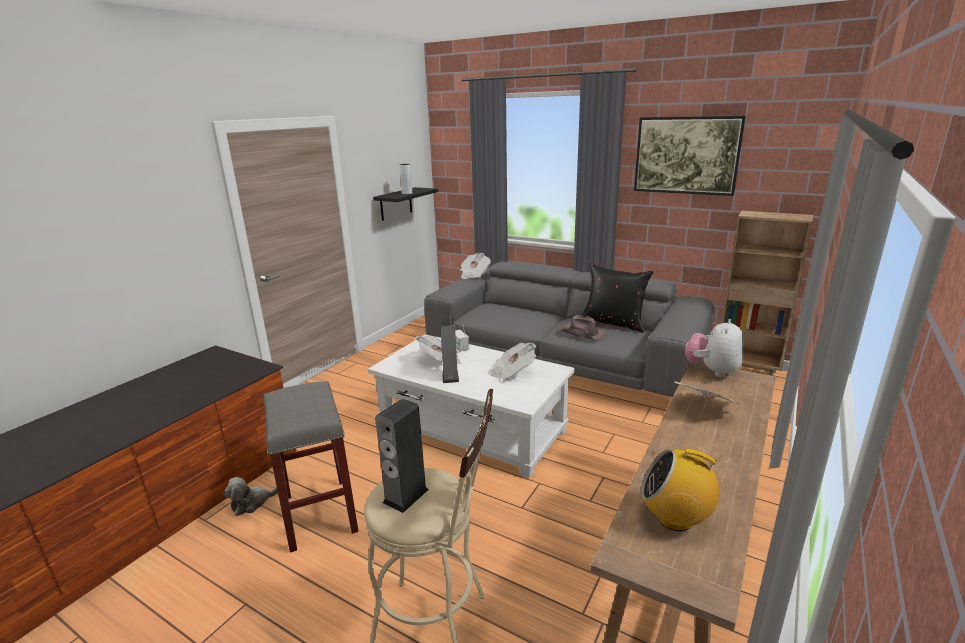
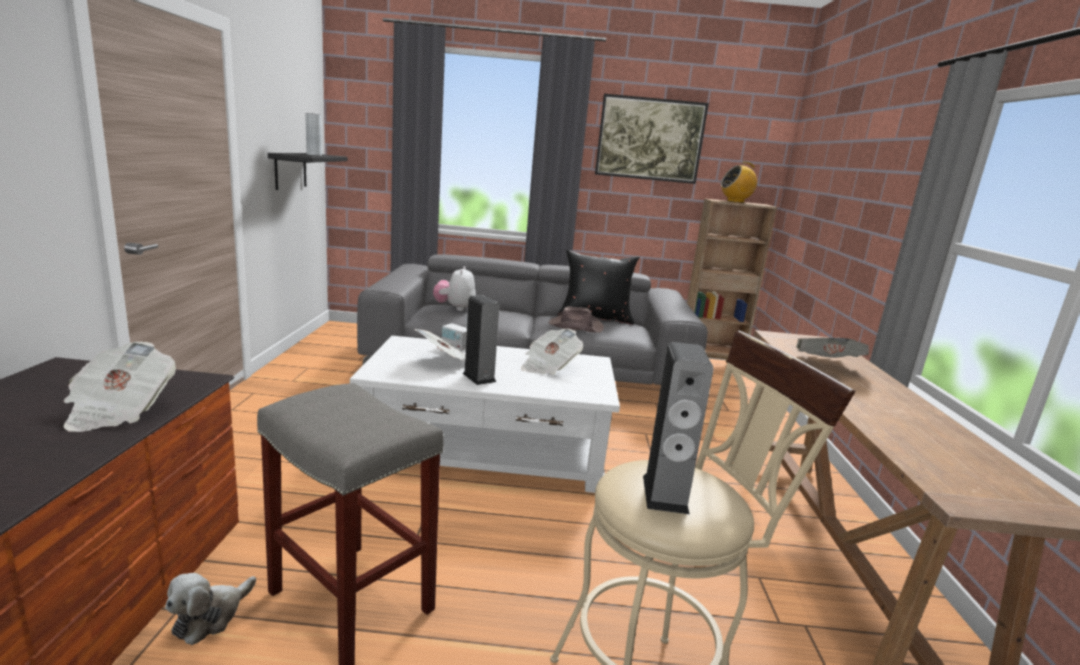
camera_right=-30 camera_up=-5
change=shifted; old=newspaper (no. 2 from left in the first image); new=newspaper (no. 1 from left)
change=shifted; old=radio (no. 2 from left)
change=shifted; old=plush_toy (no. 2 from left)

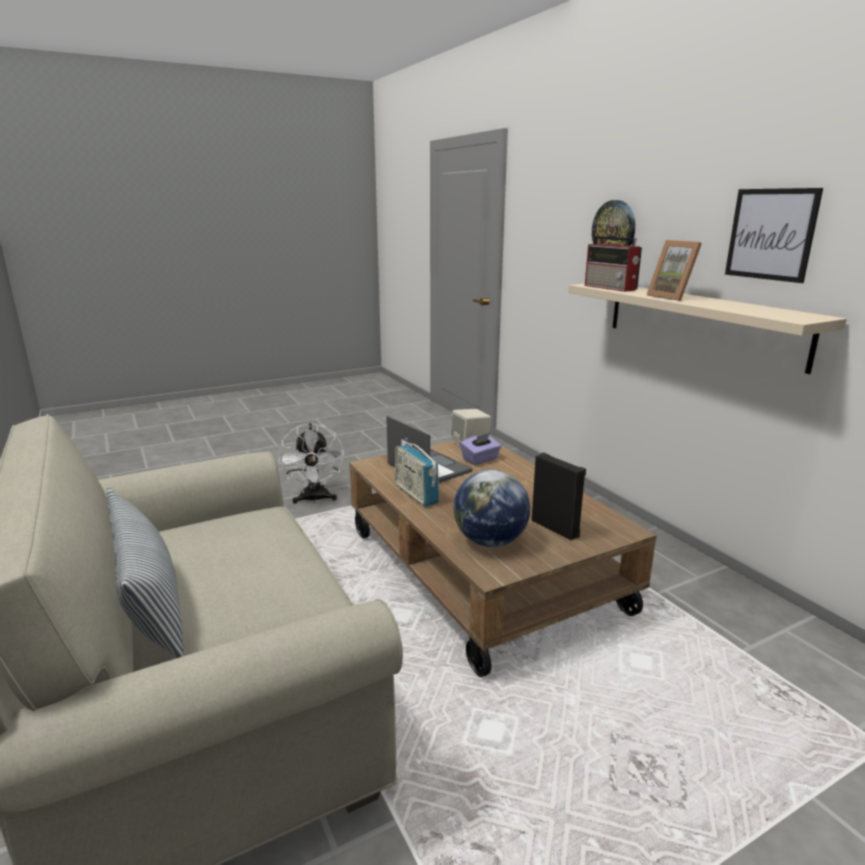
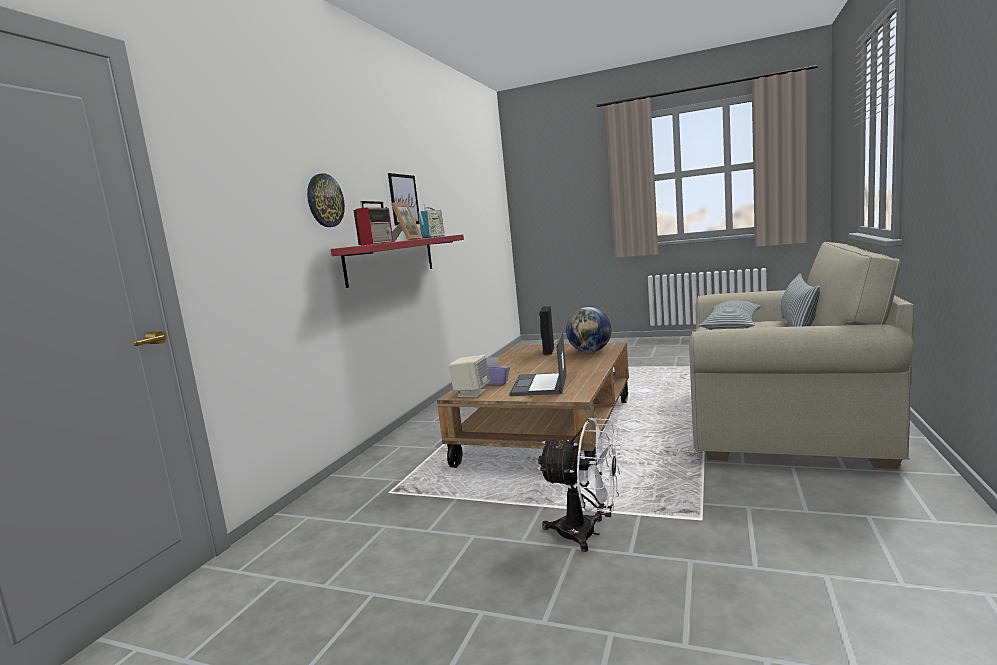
camera_right=-130 camera_up=-10
change=new; new=pillow (no. 1 from left)
change=shifted; old=radio (no. 1 from left in the first image); new=radio (no. 2 from left)
change=repainted; old=beige_shelf; new=red_shelf
change=rotated; old=white_fan; degrees=75

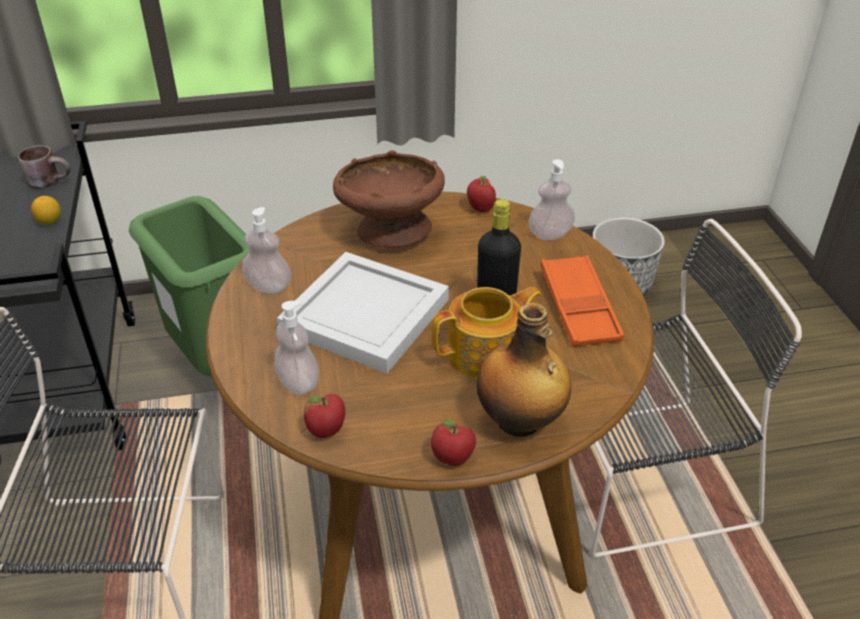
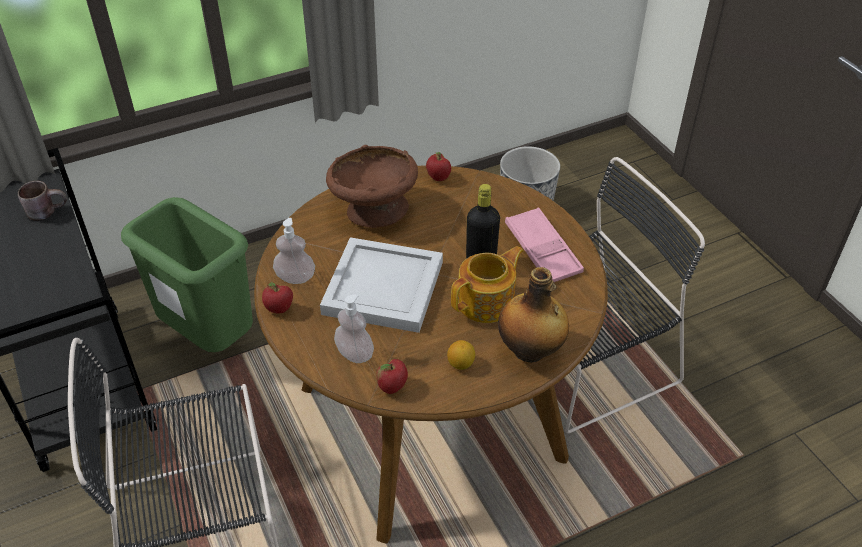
camera_right=-15 camera_up=5
change=gone; old=soap_dispenser (no. 3 from left)
change=shifted; old=lemon
change=shifted; old=apple (no. 2 from left in the first image); new=apple (no. 1 from left)
change=repainted; old=orange_tray; new=pink_tray

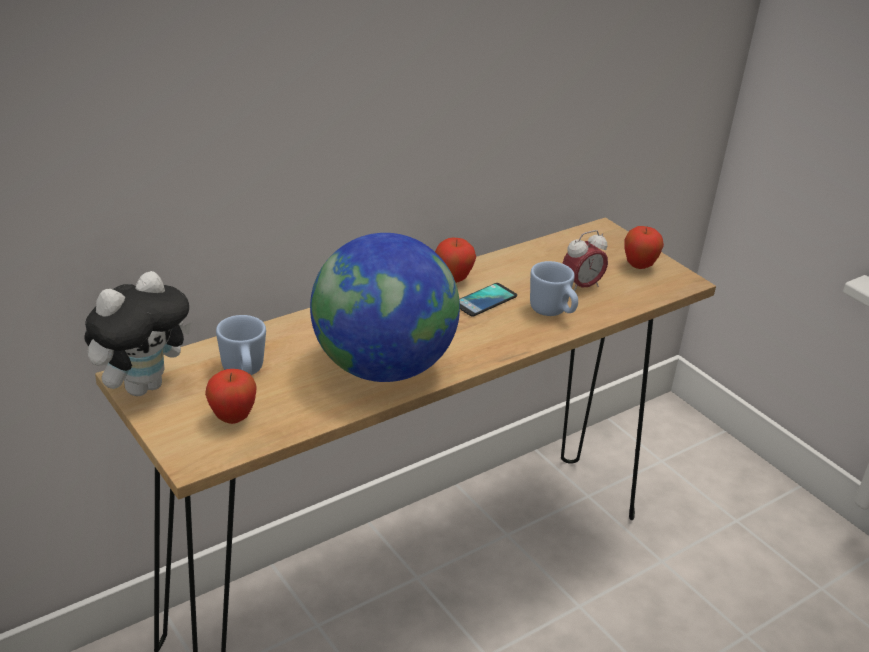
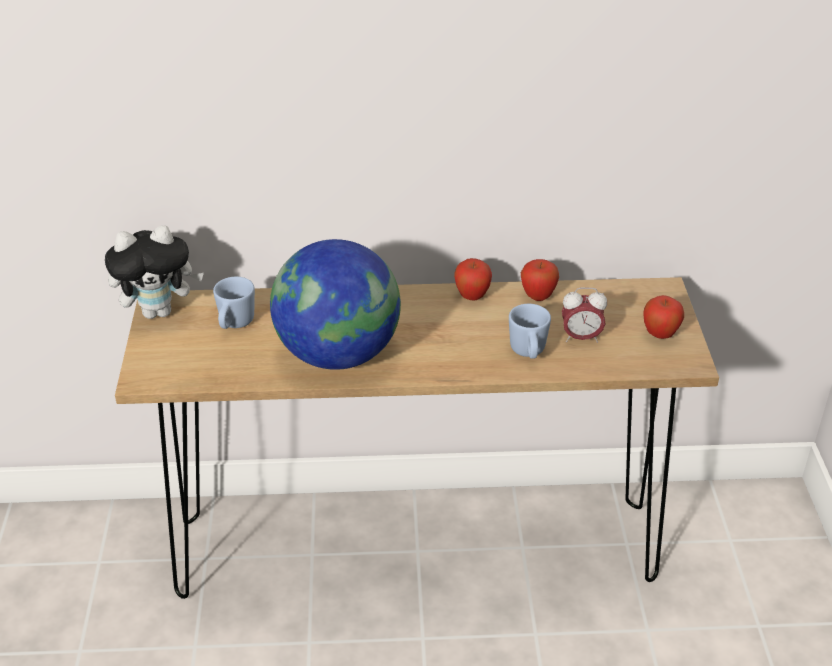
camera_right=35 camera_up=5
change=gone; old=phone
change=shifted; old=apple (no. 1 from left in the first image); new=apple (no. 2 from left)

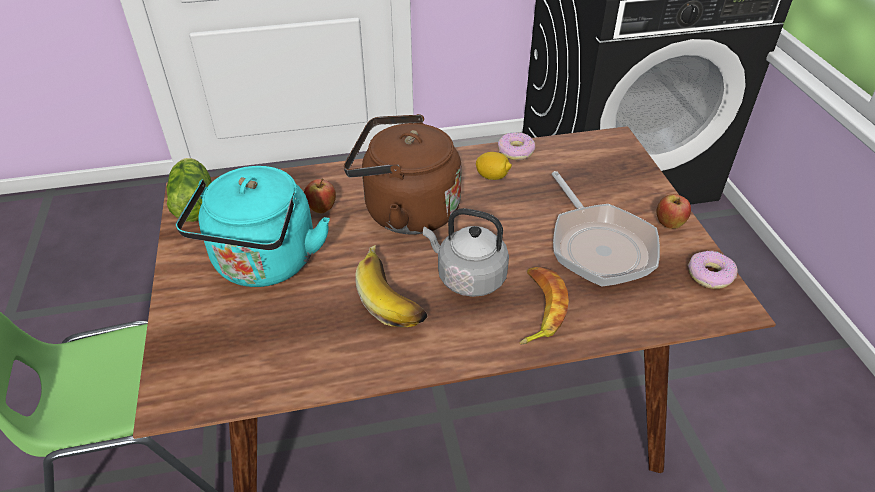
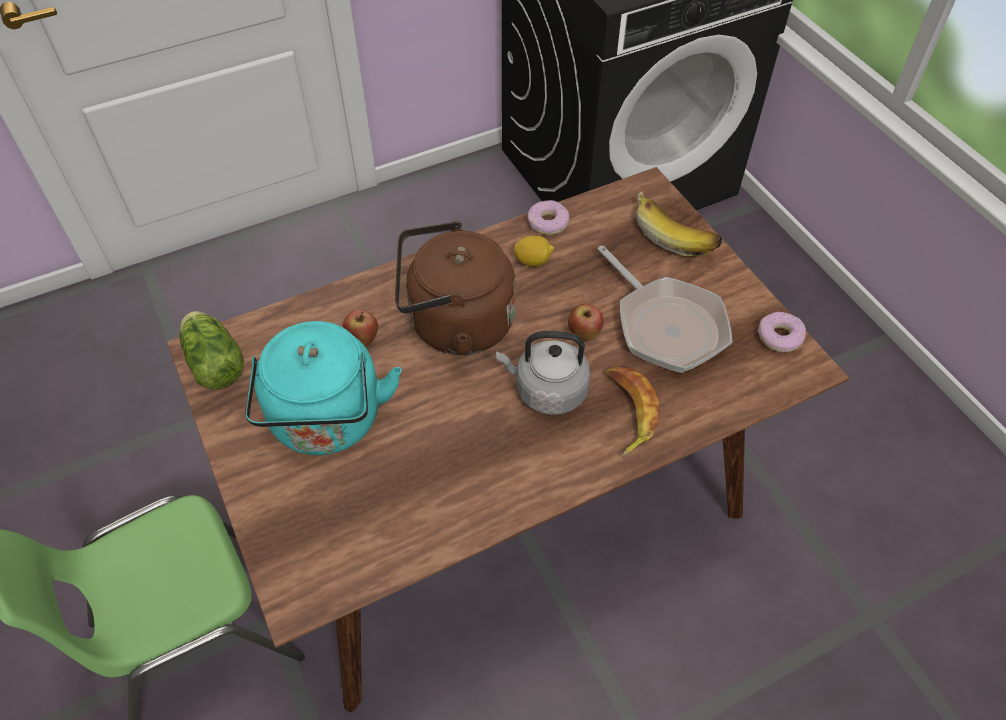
camera_right=-15 camera_up=10
change=shifted; old=banana (no. 1 from left in the first image); new=banana (no. 2 from left)
change=shifted; old=apple (no. 2 from left)

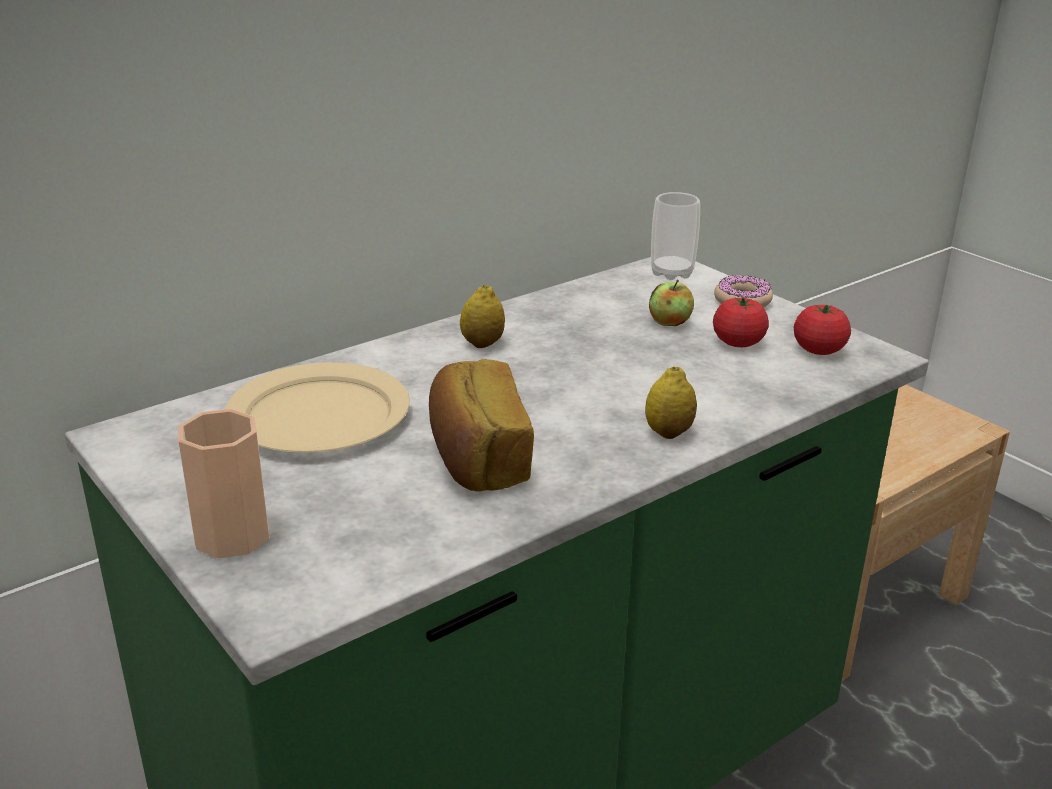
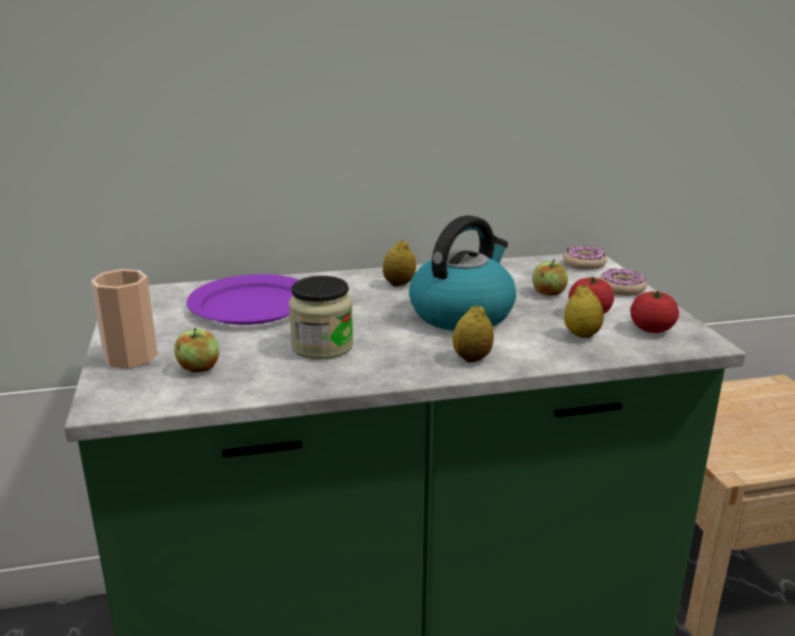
camera_right=25 camera_up=-5
change=new; new=apple (no. 1 from left)
change=new; new=kettle
change=new; new=lemon (no. 3 from left)
change=swapped; old=bread; new=jar
change=swapped; old=cup (no. 2 from left); new=donut (no. 1 from left)
change=repainted; old=beige_plate; new=purple_plate

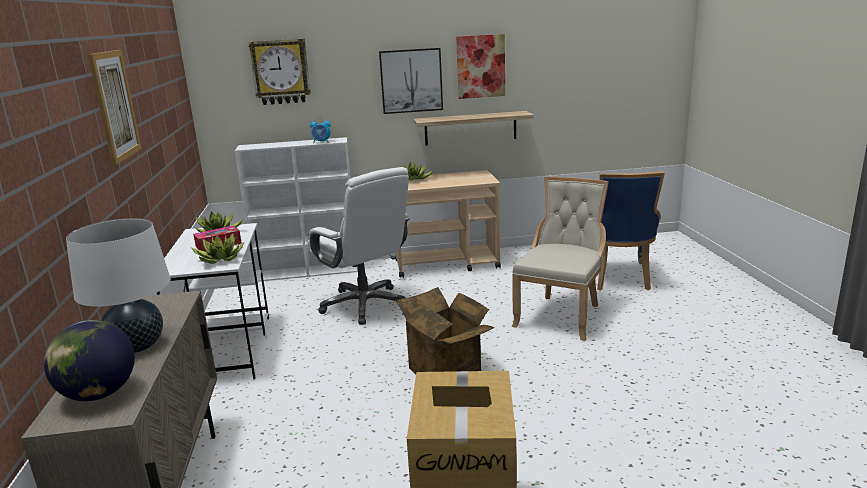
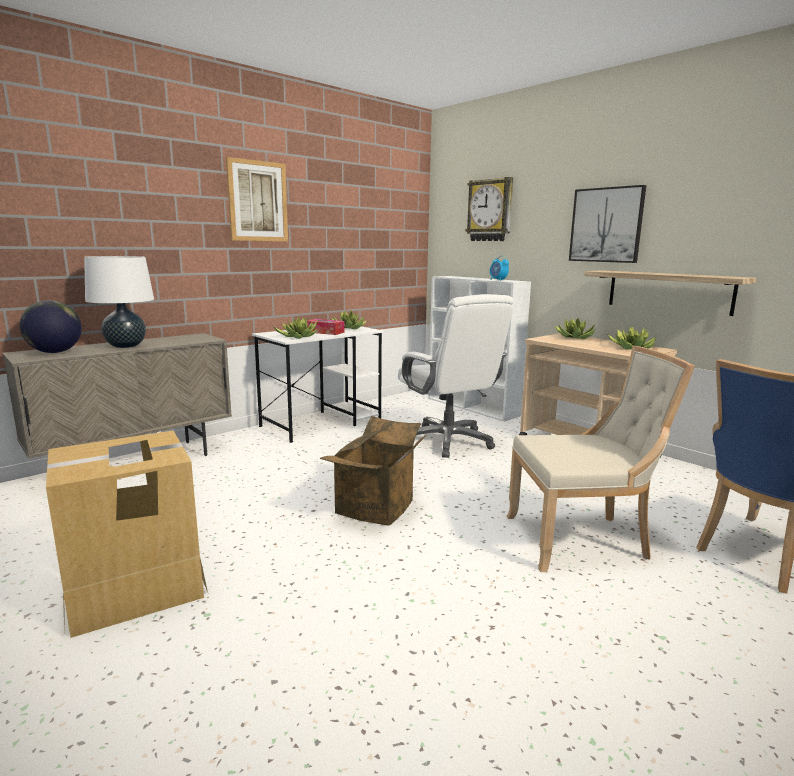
camera_right=55 camera_up=-5
change=gone; old=picture (no. 3 from left)
change=new; new=potted_plant (no. 4 from left)
change=rotated; old=white_office_chair; degrees=-45

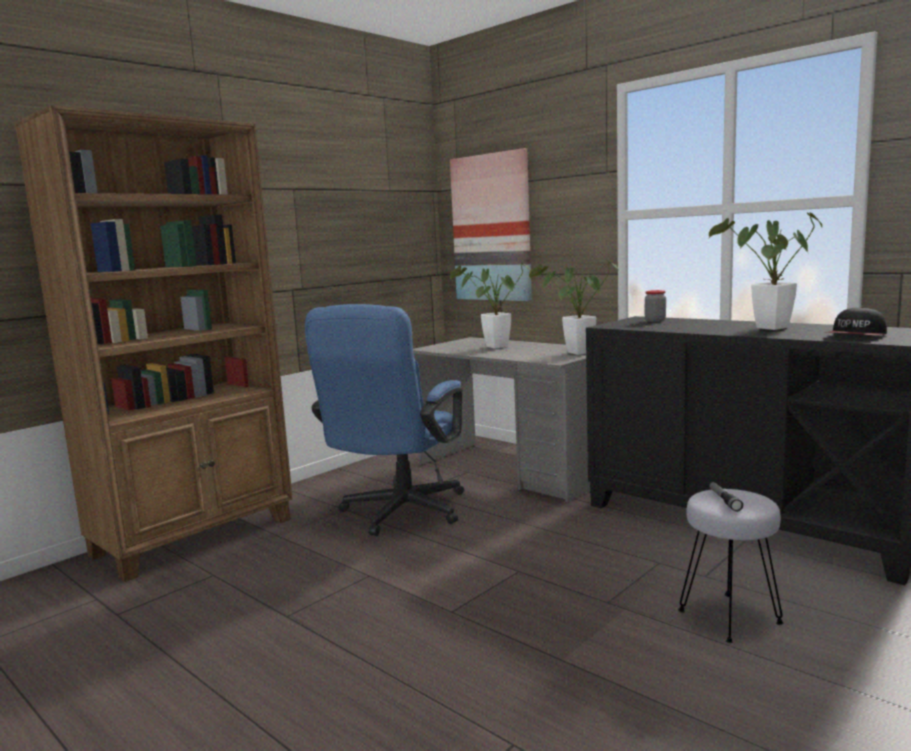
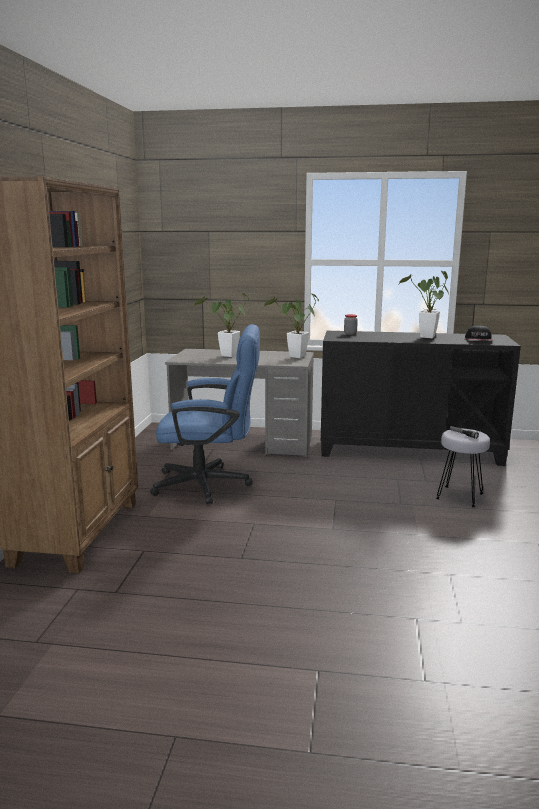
camera_right=-35 camera_up=5
change=gone; old=picture
change=rotated; old=blue_office_chair; degrees=-75

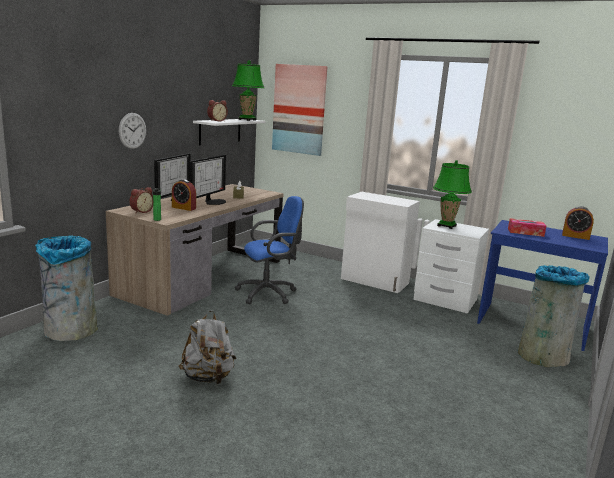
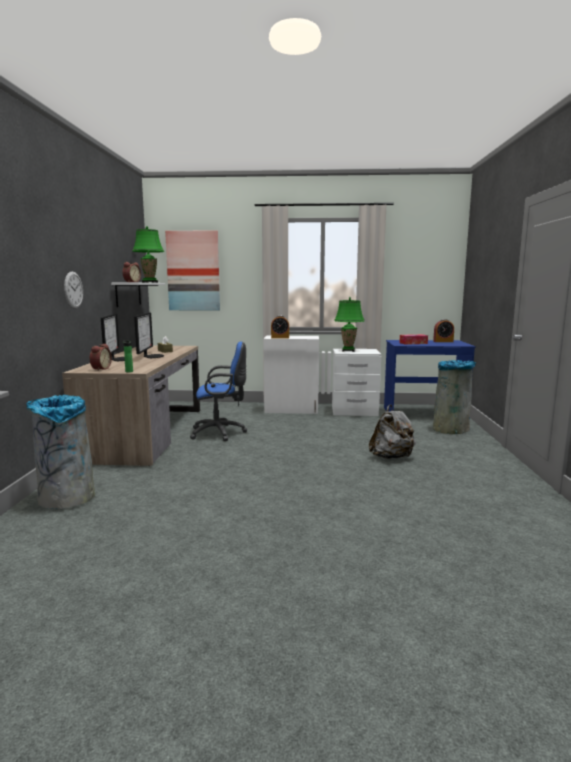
camera_right=-25 camera_up=-5
change=shifted; old=alarm_clock (no. 2 from left in the first image); new=alarm_clock (no. 3 from left)
change=shifted; old=grey_backpack
change=rotated; old=blue_office_chair; degrees=45

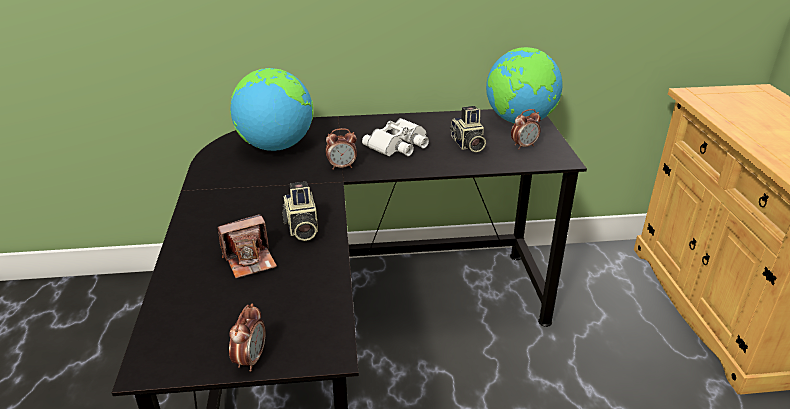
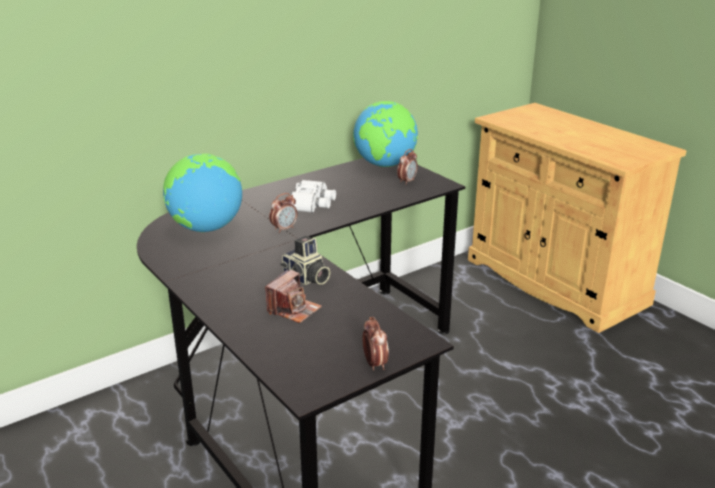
camera_right=-30 camera_up=-5
change=gone; old=photo_camera (no. 3 from left)

